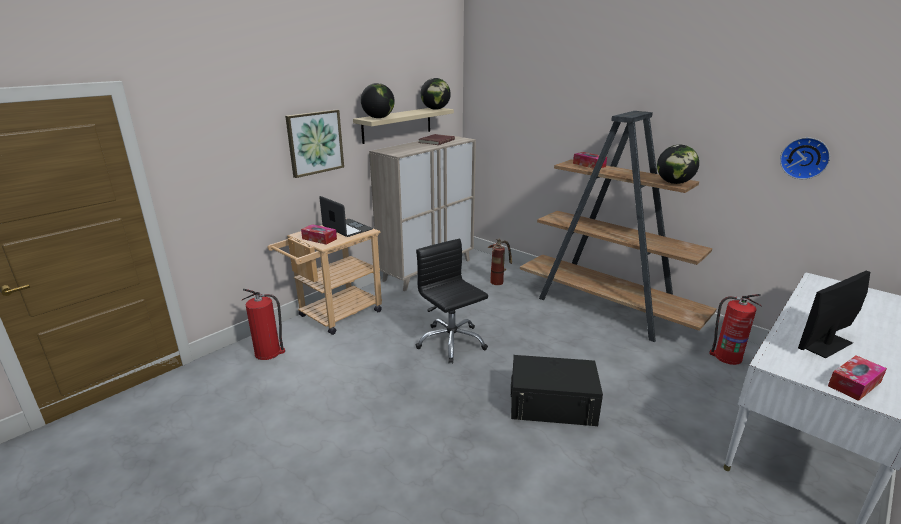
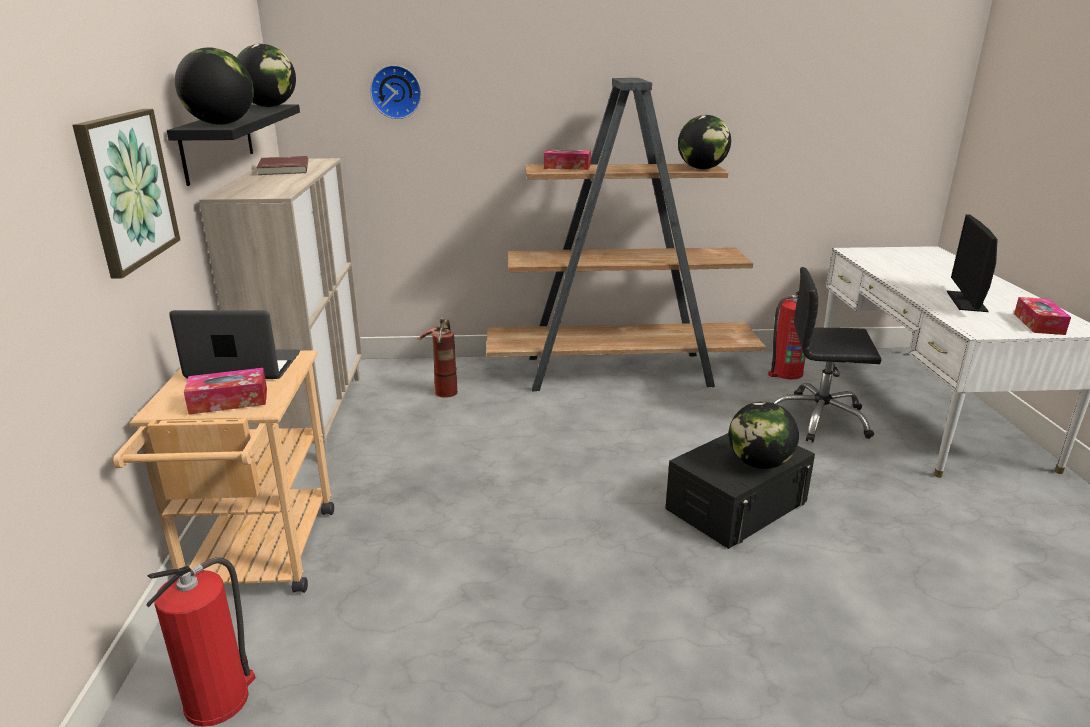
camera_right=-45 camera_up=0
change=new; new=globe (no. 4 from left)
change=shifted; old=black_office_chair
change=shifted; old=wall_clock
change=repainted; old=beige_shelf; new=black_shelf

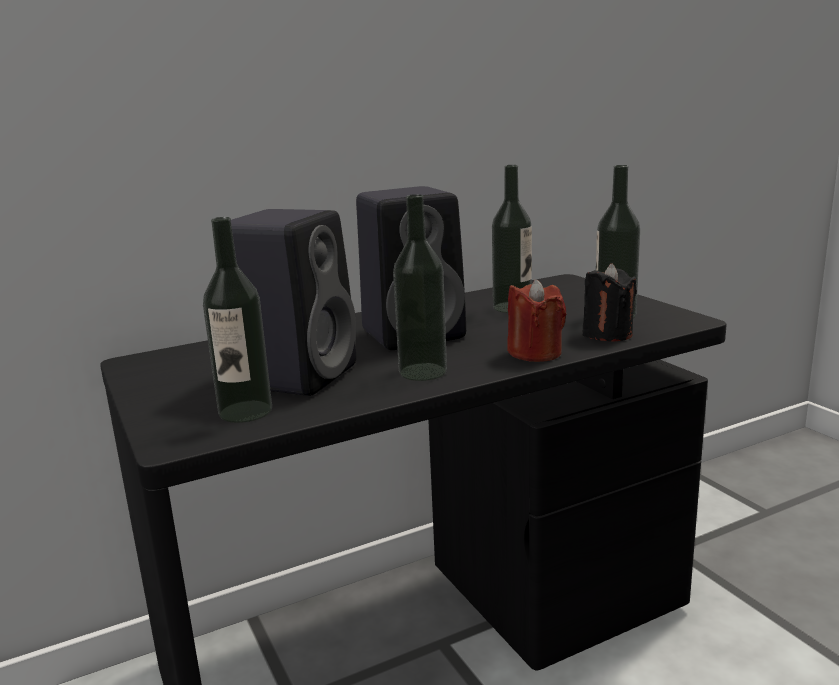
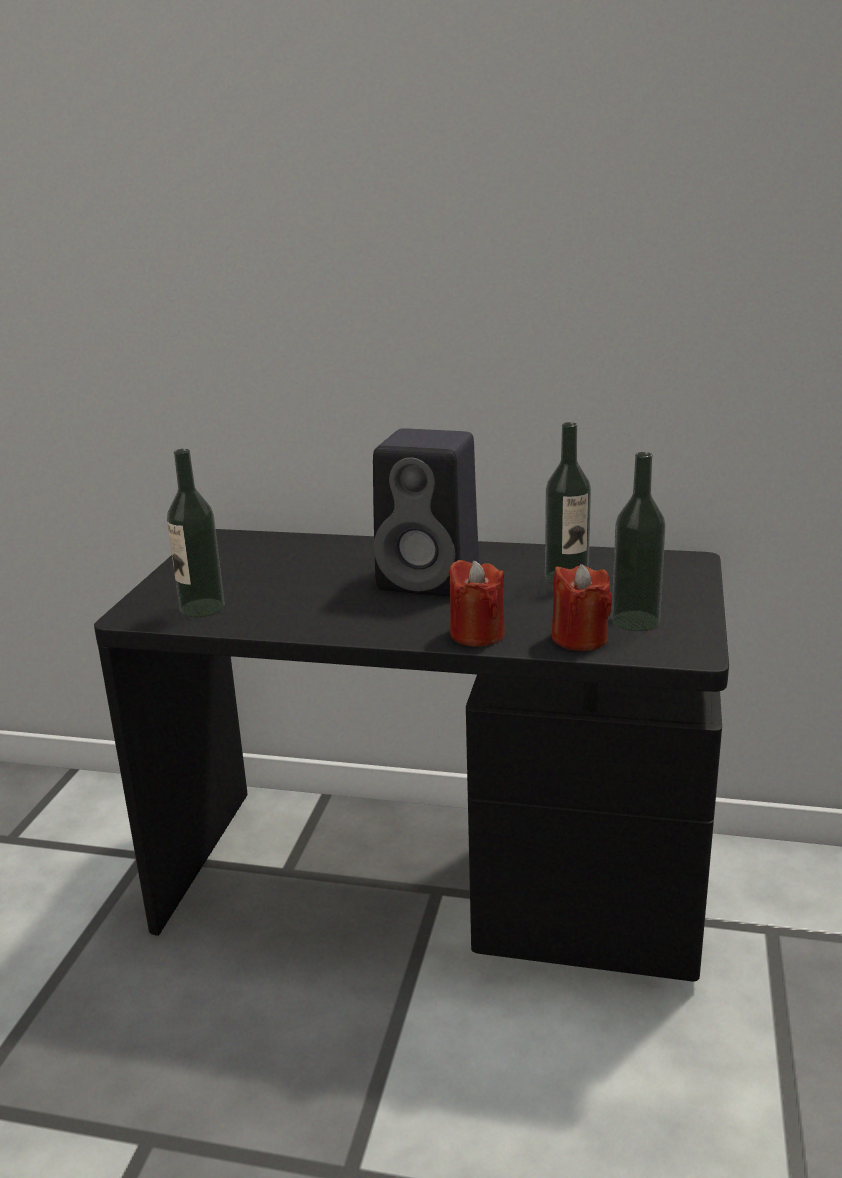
camera_right=40 camera_up=5
change=gone; old=black_speaker (no. 1 from left)
change=gone; old=bottle (no. 2 from left)
change=repainted; old=black_candle; new=red_candle (no. 2 from left)

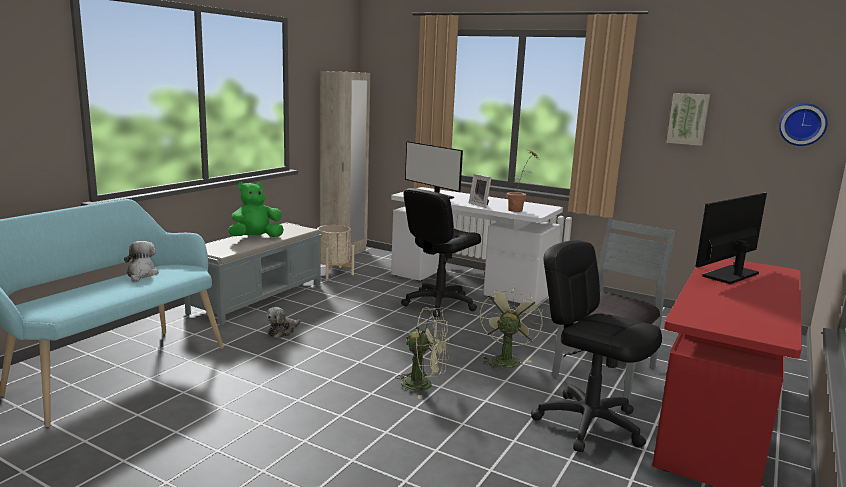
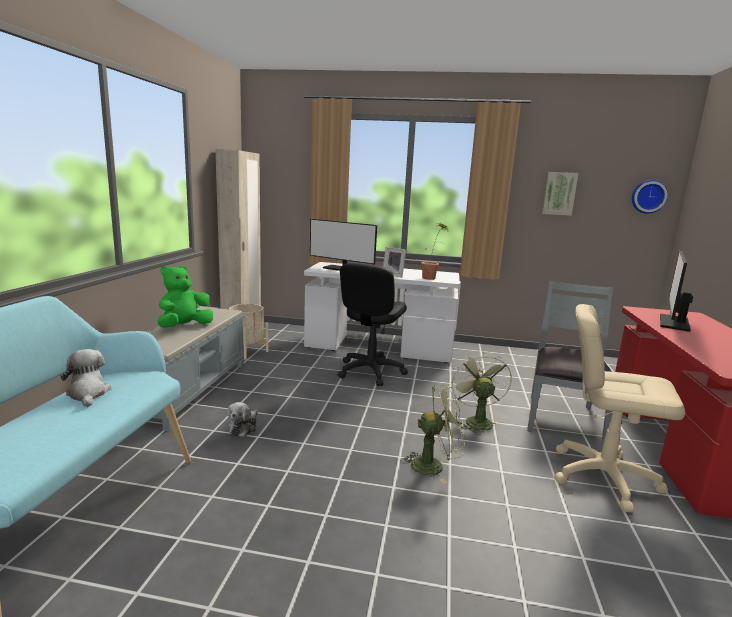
camera_right=-20 camera_up=0
change=repainted; old=black_office_chair (no. 2 from left); new=beige_office_chair

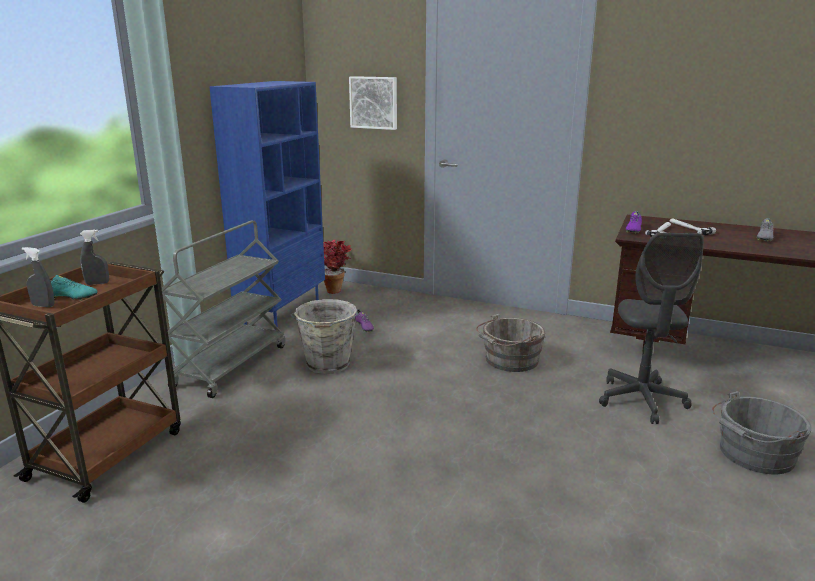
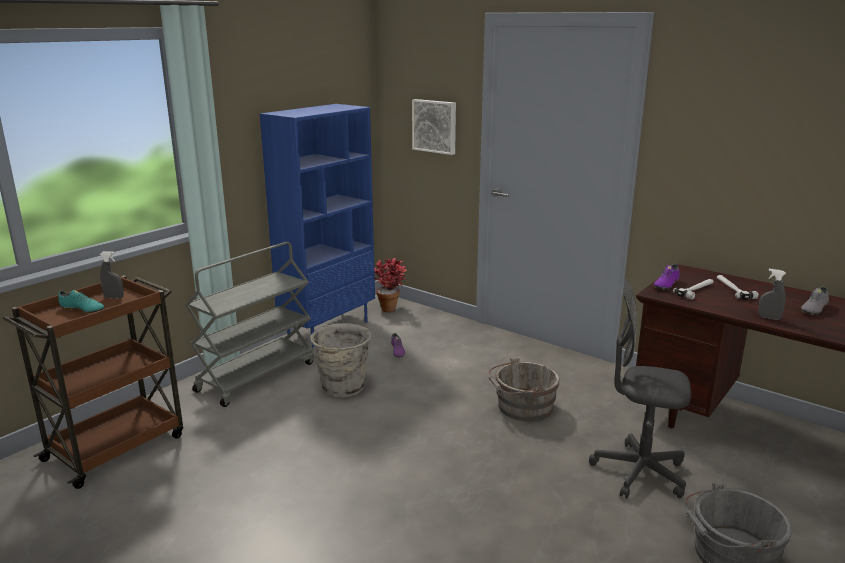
camera_right=15 camera_up=0
change=shifted; old=grey_spray_bottle (no. 1 from left in the first image); new=grey_spray_bottle (no. 2 from left)
change=rotated; old=grey_office_chair; degrees=90

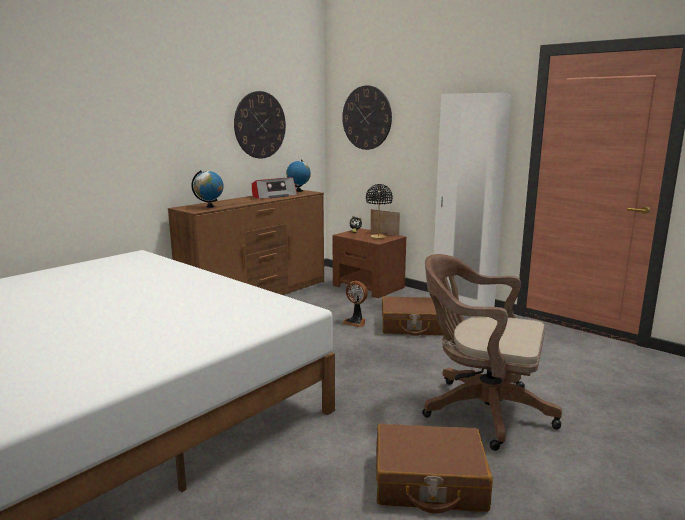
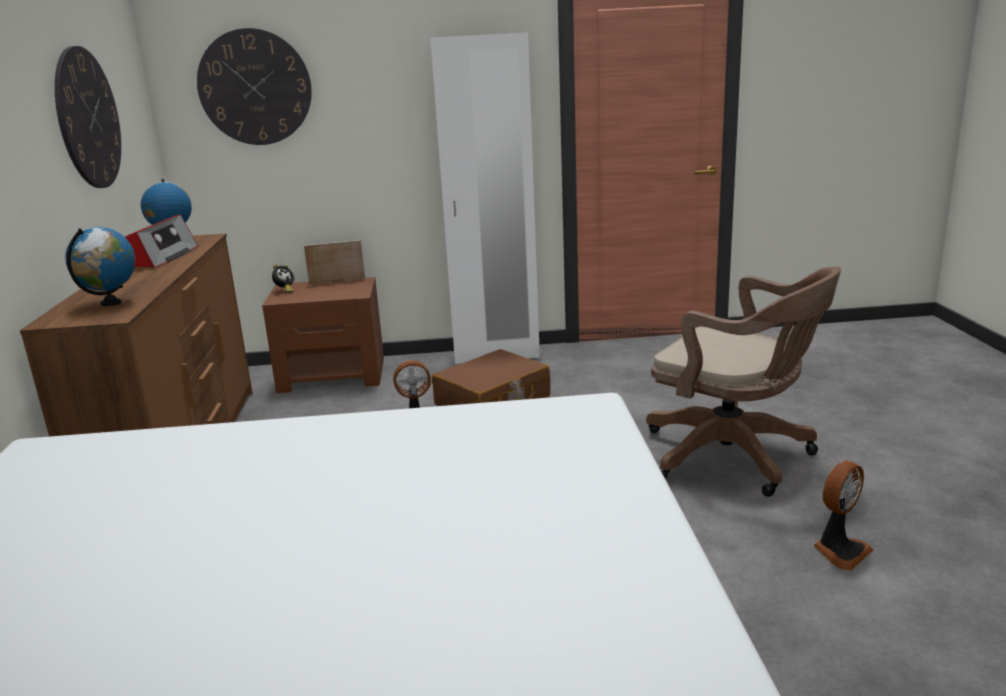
camera_right=-45 camera_up=5
change=gone; old=black_table_lamp
change=swapped; old=brown_suitcase (no. 2 from left); new=fan (no. 2 from left)
change=rotated; old=brown_office_chair; degrees=-120

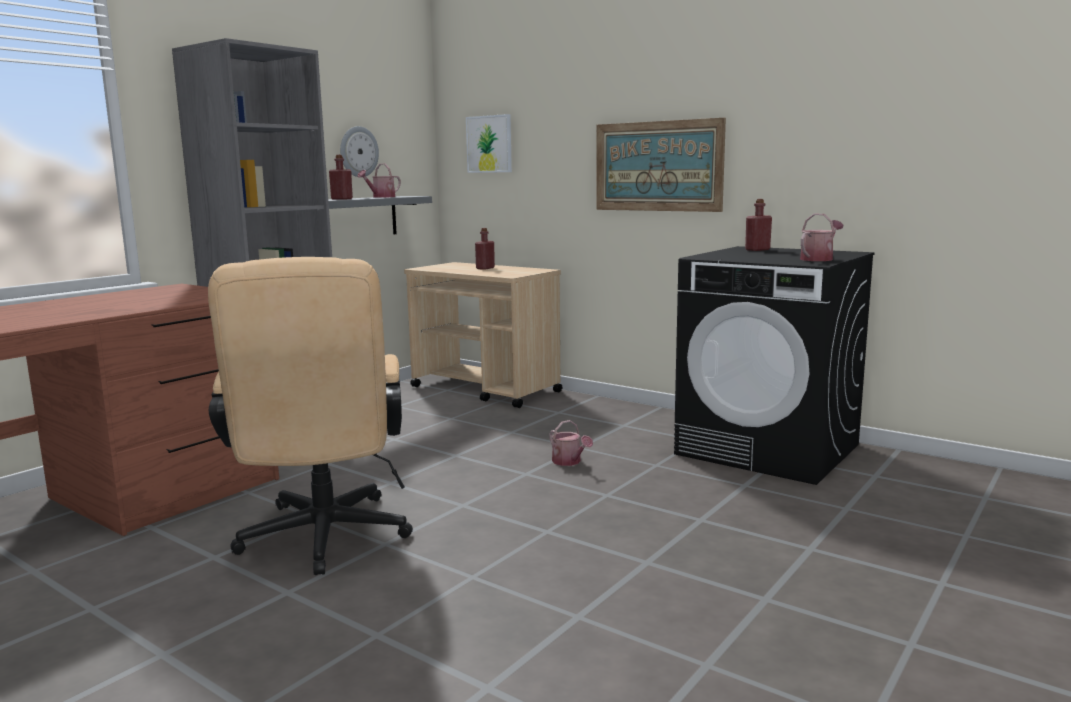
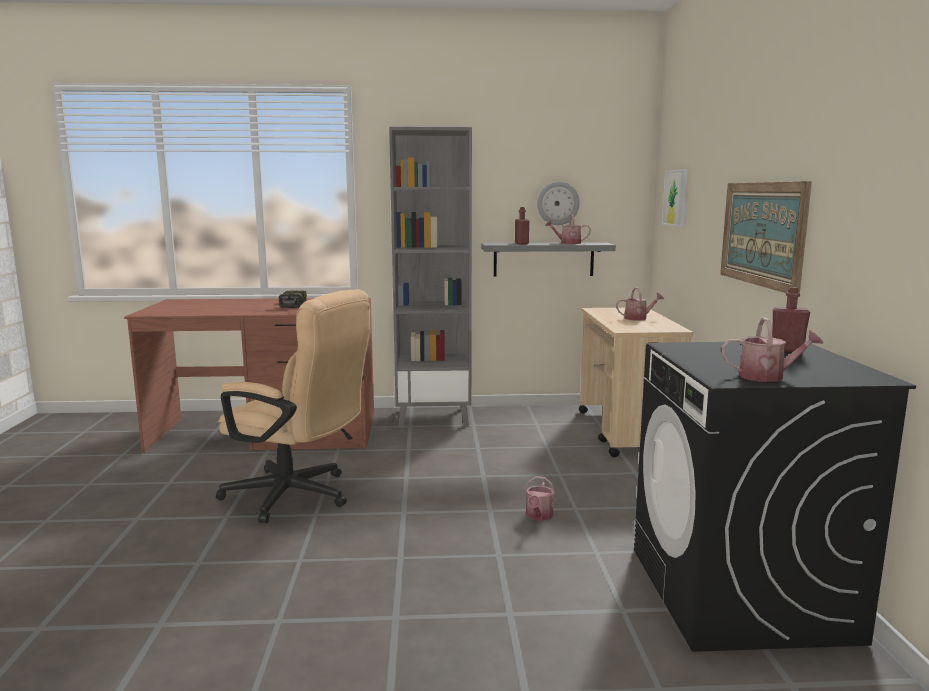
camera_right=50 camera_up=0
change=new; new=power_drill
change=swapped; old=red_bottle (no. 2 from left); new=watering_can (no. 3 from left)
change=rotated; old=beige_office_chair; degrees=-105

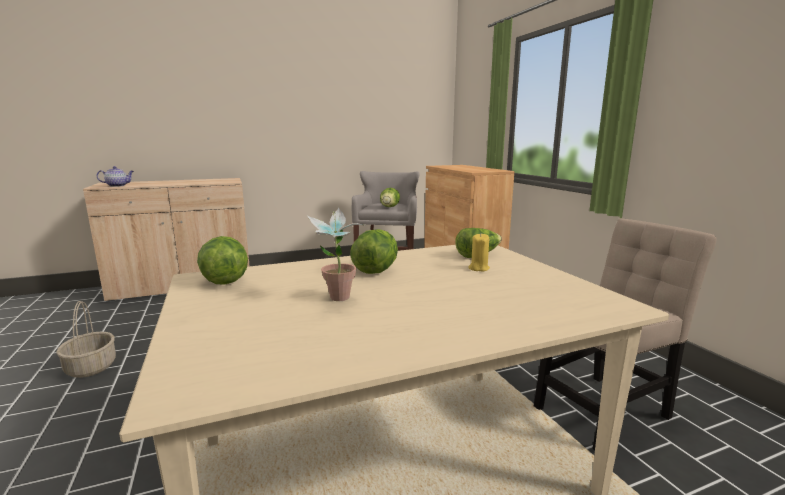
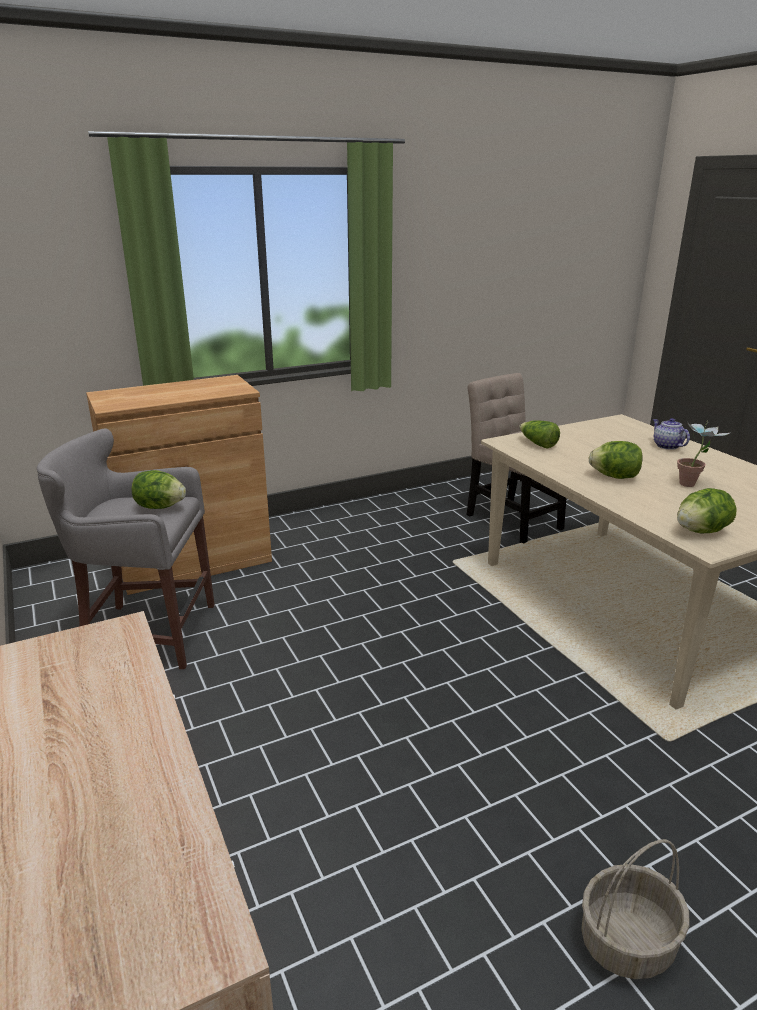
camera_right=-95 camera_up=10
change=gone; old=yellow_candle
change=shifted; old=teapot

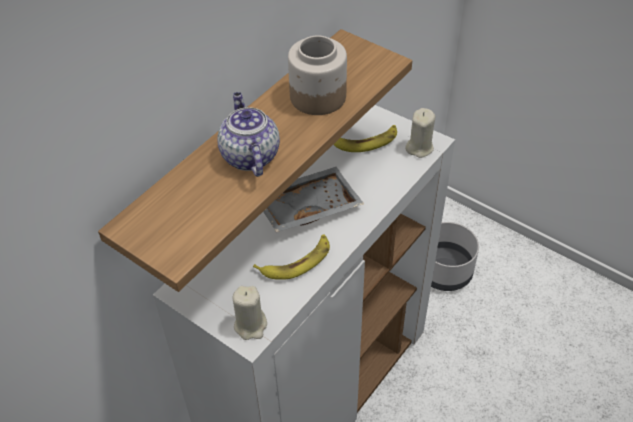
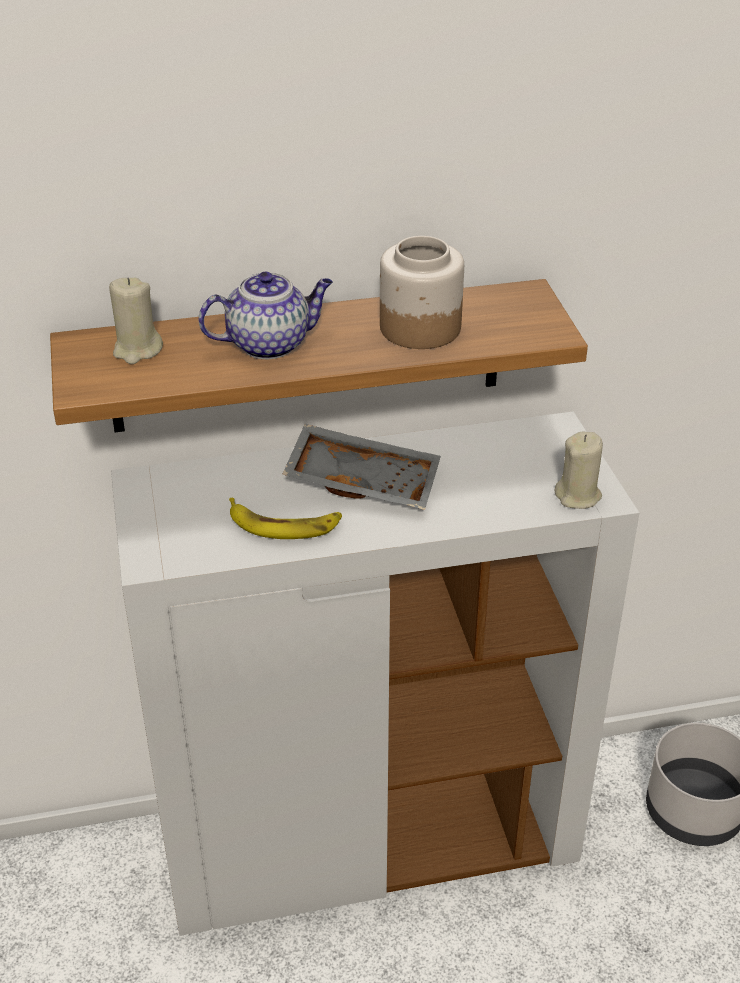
camera_right=40 camera_up=-10
change=gone; old=banana (no. 2 from left)
change=shifted; old=beige_candle (no. 1 from left)
change=rotated; old=teapot; degrees=45

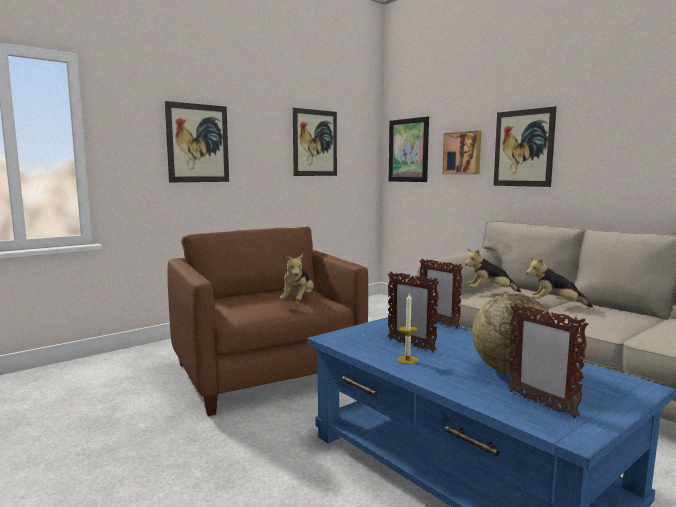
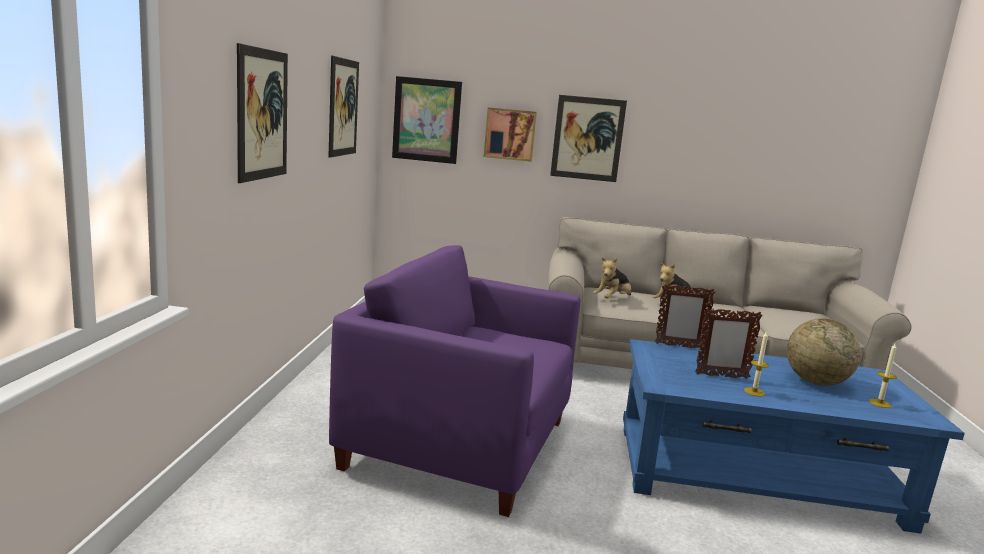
camera_right=-45 camera_up=5
change=gone; old=plush_toy (no. 1 from left)
change=swapped; old=picture_frame (no. 3 from left); new=candle (no. 2 from left)
change=repainted; old=brown_armchair; new=purple_armchair

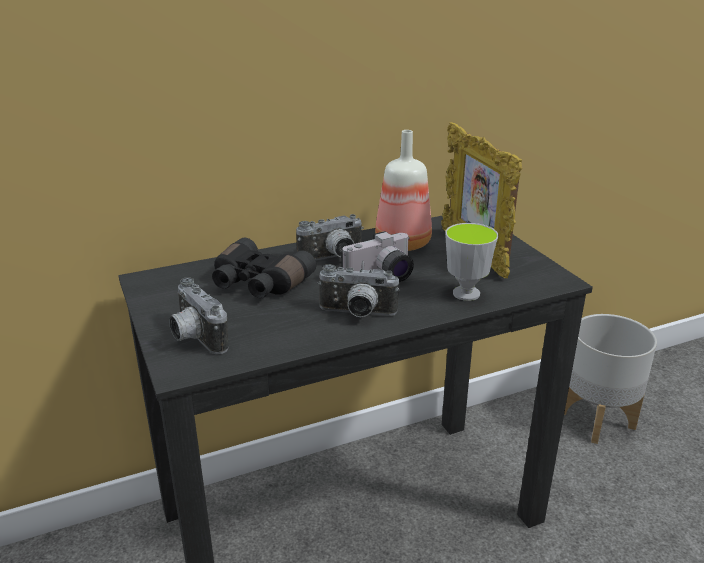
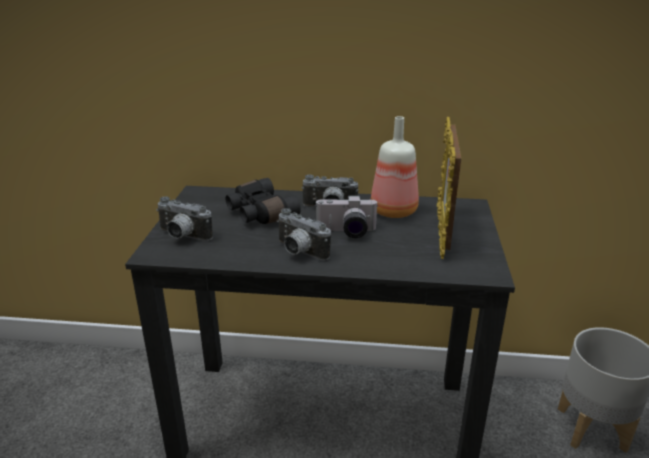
camera_right=30 camera_up=0
change=gone; old=cup
change=rotated; old=photo_camera (no. 1 from left); degrees=-60

